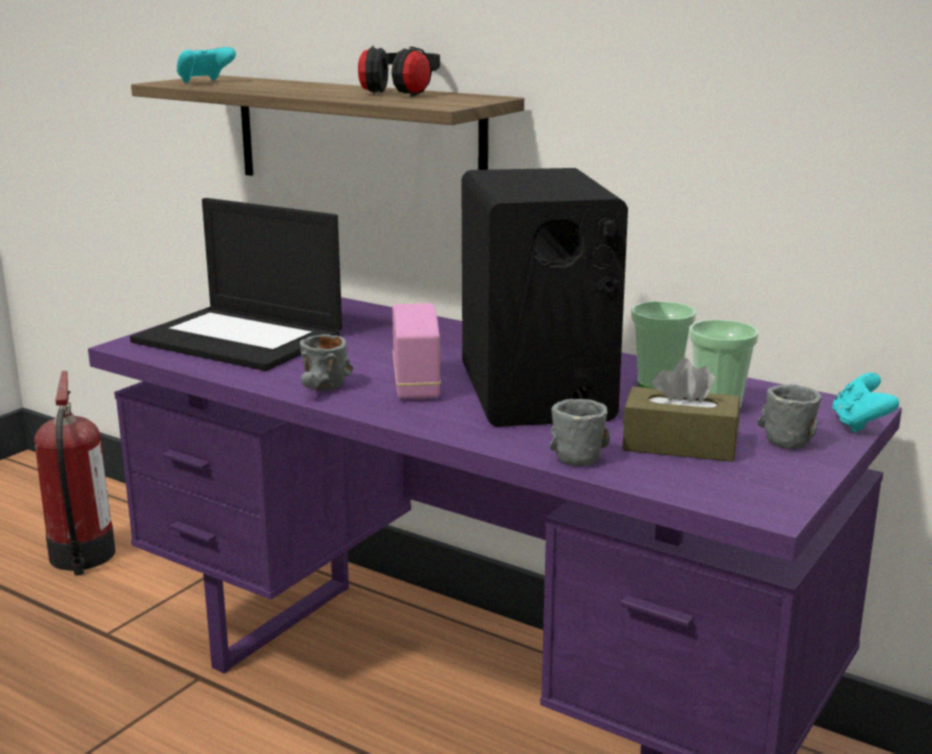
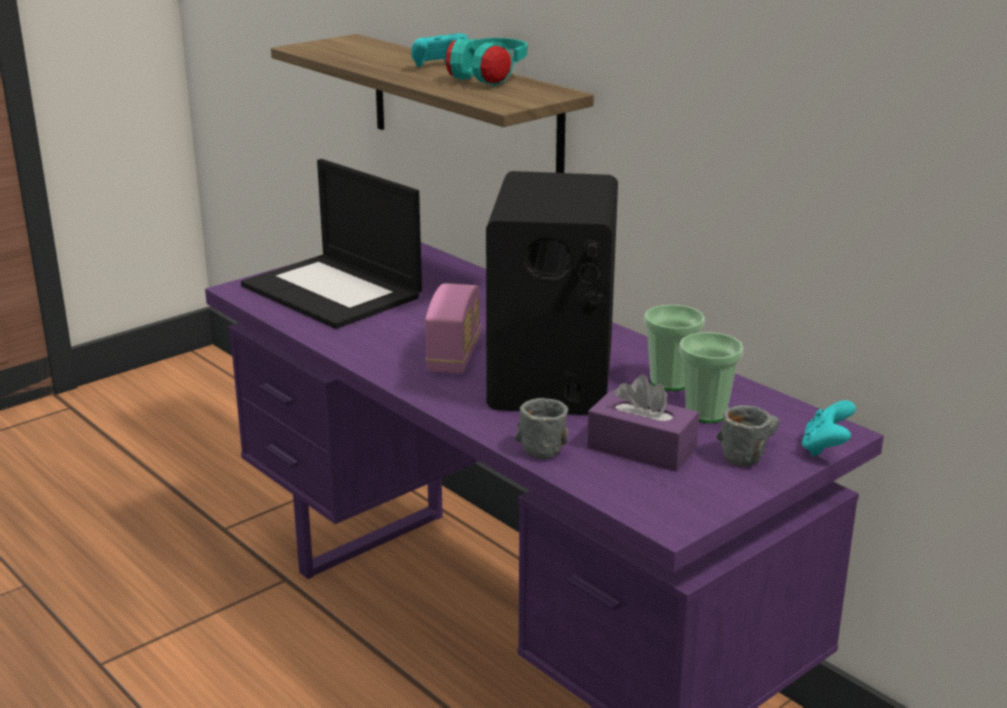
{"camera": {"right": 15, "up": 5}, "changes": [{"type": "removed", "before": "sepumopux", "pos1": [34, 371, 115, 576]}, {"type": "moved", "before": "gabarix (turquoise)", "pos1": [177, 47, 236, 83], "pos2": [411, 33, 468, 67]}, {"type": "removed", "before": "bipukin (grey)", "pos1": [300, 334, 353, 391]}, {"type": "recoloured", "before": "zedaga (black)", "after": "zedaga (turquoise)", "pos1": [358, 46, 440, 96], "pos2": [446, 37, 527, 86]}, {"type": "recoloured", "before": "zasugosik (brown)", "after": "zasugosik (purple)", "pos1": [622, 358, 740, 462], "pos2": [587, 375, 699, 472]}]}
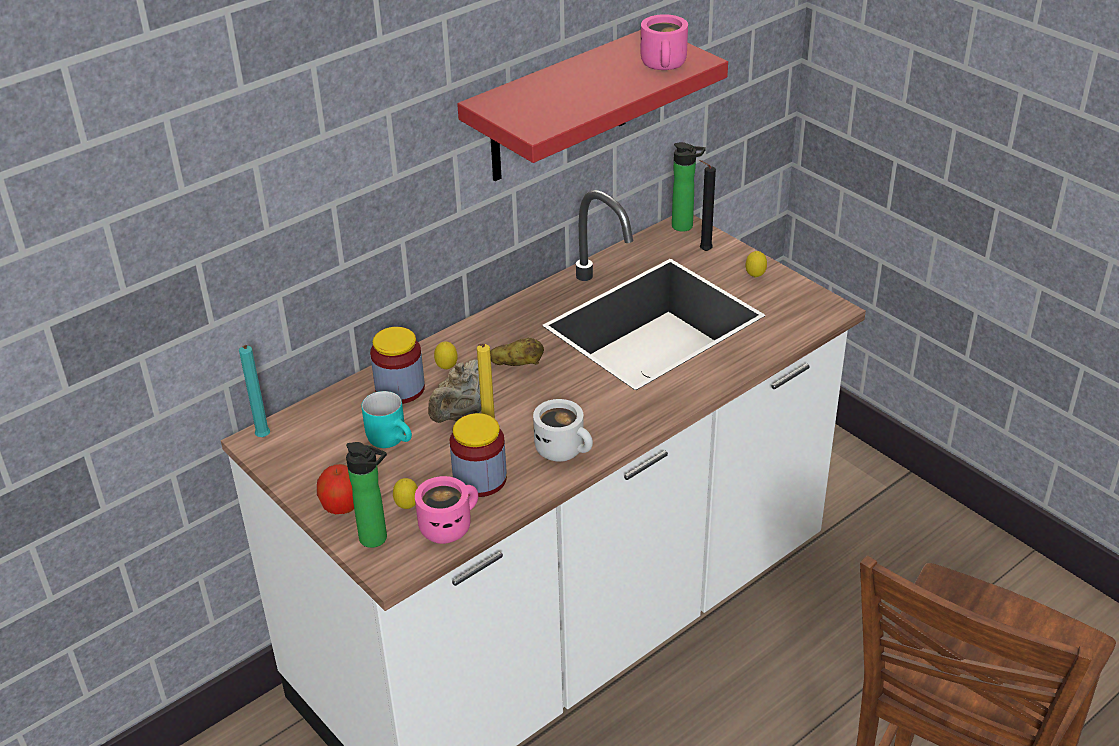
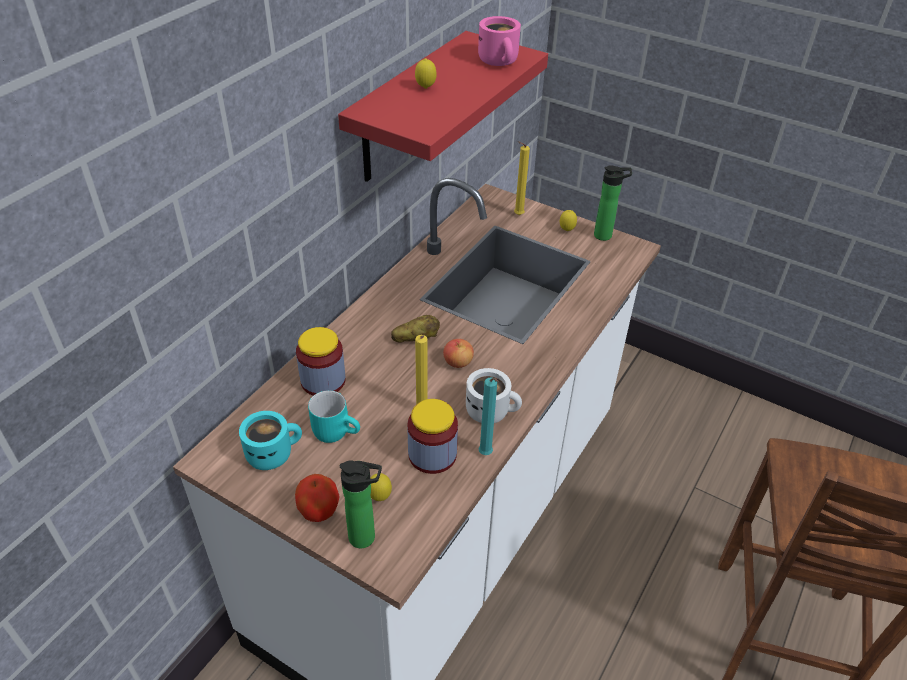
{"camera": {"right": -20, "up": 5}, "changes": [{"type": "moved", "before": "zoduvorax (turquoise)", "pos1": [239, 345, 270, 437], "pos2": [479, 377, 499, 455]}, {"type": "removed", "before": "bipukin (pink)", "pos1": [415, 476, 478, 544]}, {"type": "removed", "before": "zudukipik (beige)", "pos1": [428, 359, 481, 423]}, {"type": "moved", "before": "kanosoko", "pos1": [434, 342, 457, 369], "pos2": [415, 58, 437, 89]}, {"type": "moved", "before": "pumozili", "pos1": [672, 142, 706, 232], "pos2": [594, 165, 632, 241]}, {"type": "recoloured", "before": "zoduvorax (black)", "after": "zoduvorax (yellow)", "pos1": [699, 160, 716, 251], "pos2": [514, 141, 530, 215]}, {"type": "added", "after": "bipukin (turquoise)", "pos2": [239, 411, 302, 470]}, {"type": "added", "after": "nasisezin", "pos2": [443, 339, 474, 368]}]}
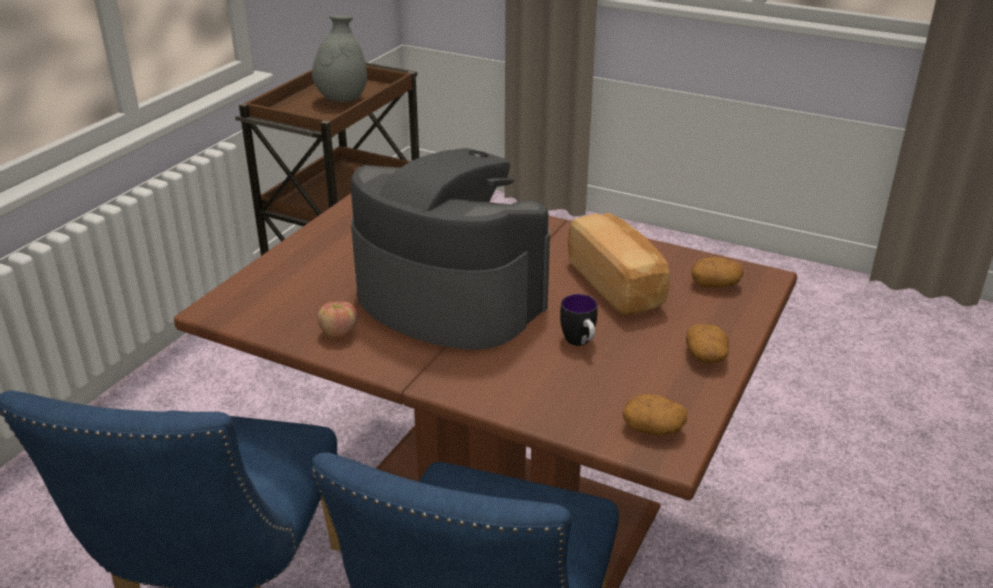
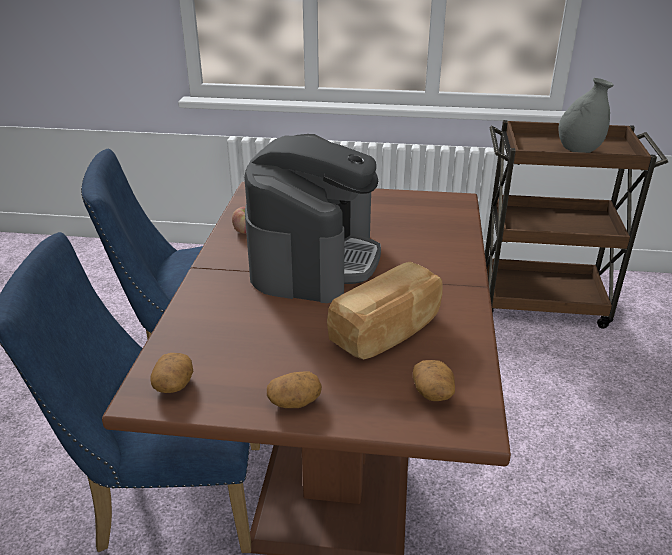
{"camera": {"right": 70, "up": 0}, "changes": [{"type": "removed", "before": "bipukin", "pos1": [560, 294, 598, 346]}]}
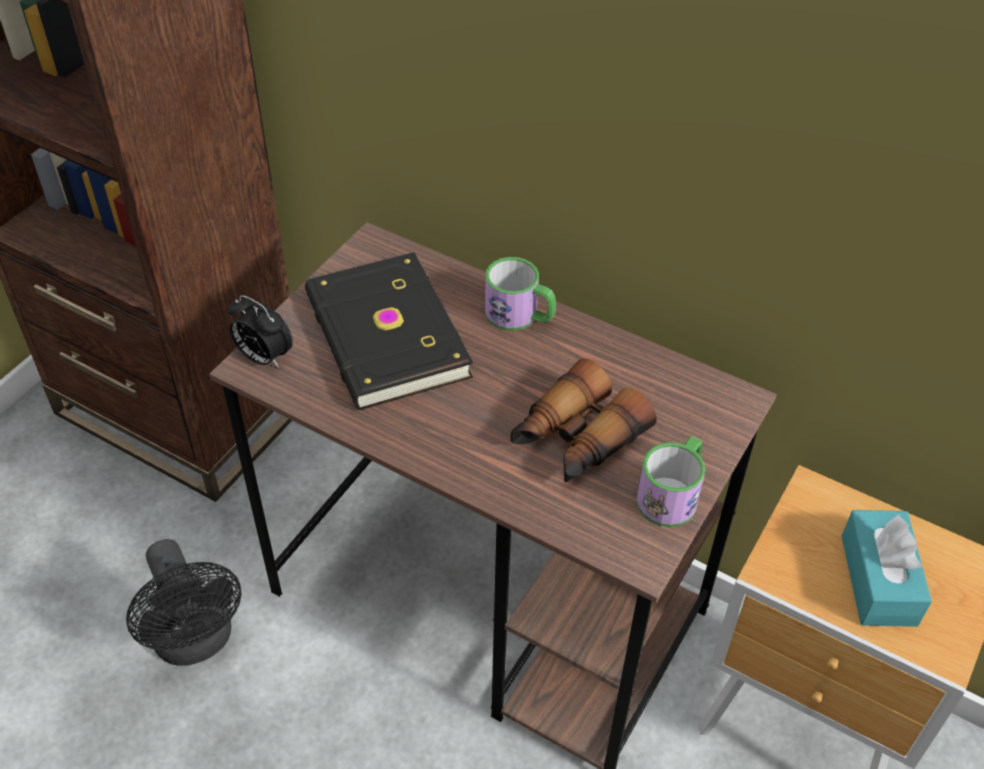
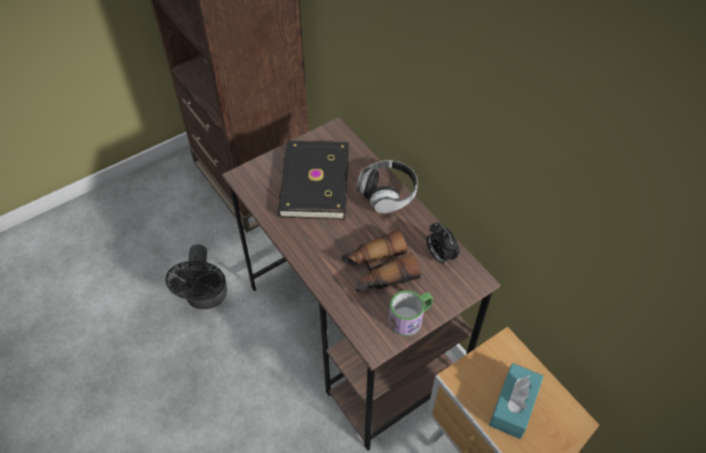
{"camera": {"right": 25, "up": 5}, "changes": [{"type": "moved", "before": "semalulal", "pos1": [228, 295, 293, 368], "pos2": [426, 223, 459, 264]}, {"type": "replaced", "before": "bipukin", "after": "zedaga", "pos1": [485, 257, 556, 331], "pos2": [356, 160, 418, 214]}]}
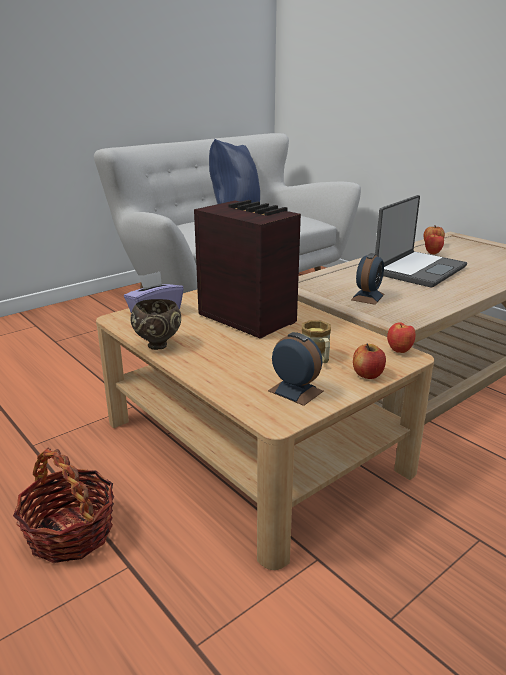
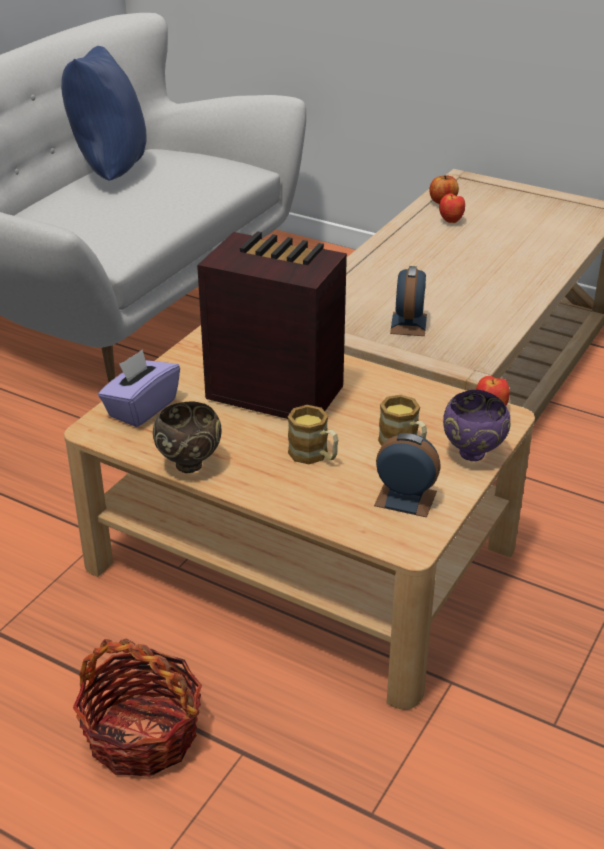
{"camera": {"right": -20, "up": 10}, "changes": [{"type": "replaced", "before": "nasisezin", "after": "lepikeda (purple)", "pos1": [353, 343, 386, 379], "pos2": [443, 390, 511, 461]}, {"type": "removed", "before": "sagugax", "pos1": [375, 195, 467, 288]}, {"type": "added", "after": "bipukin", "pos2": [288, 405, 338, 464]}]}
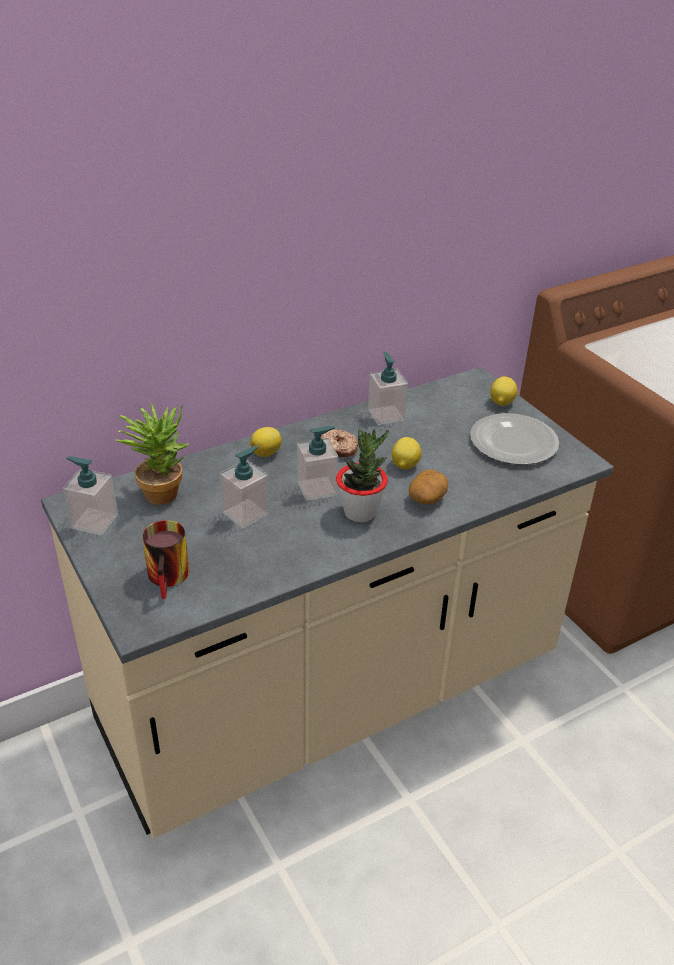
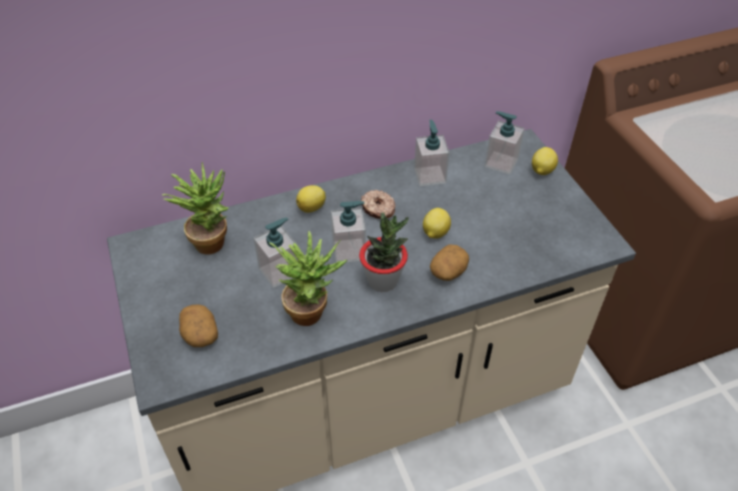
{"camera": {"right": 10, "up": 10}, "changes": [{"type": "moved", "before": "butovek", "pos1": [63, 456, 118, 535], "pos2": [485, 111, 525, 175]}, {"type": "replaced", "before": "bipukin", "after": "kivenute", "pos1": [142, 520, 189, 599], "pos2": [179, 304, 218, 347]}, {"type": "removed", "before": "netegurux", "pos1": [470, 413, 559, 465]}, {"type": "added", "after": "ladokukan", "pos2": [269, 231, 347, 326]}]}
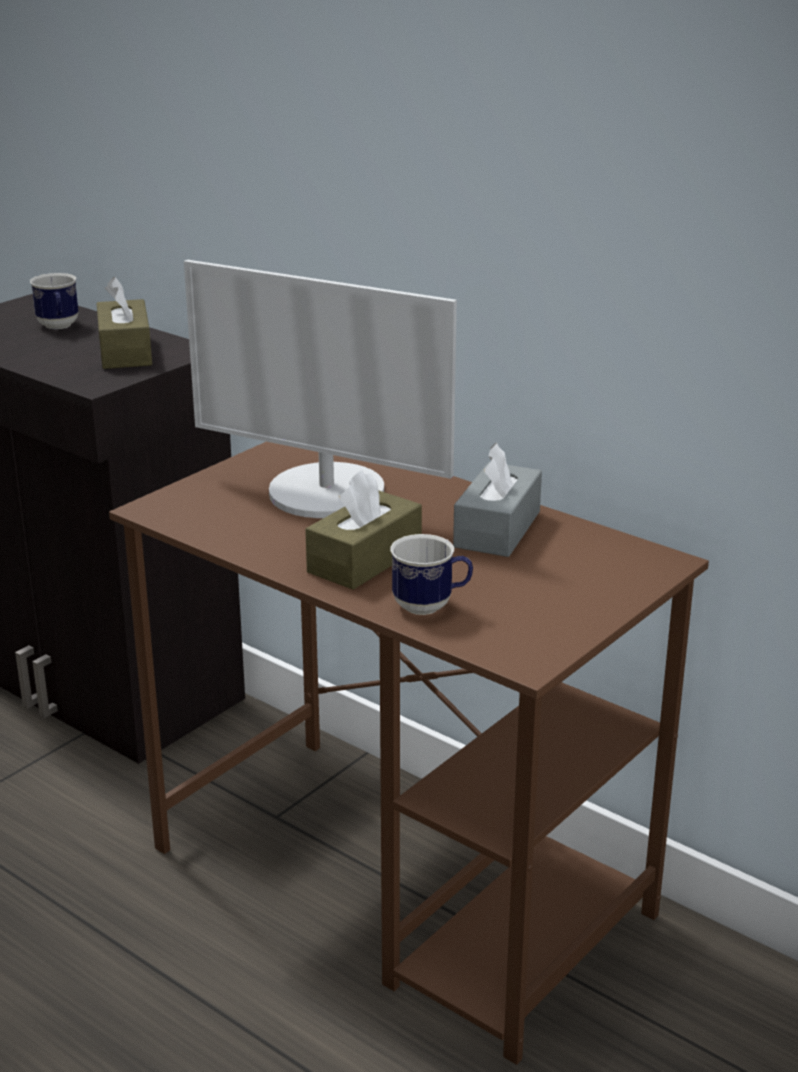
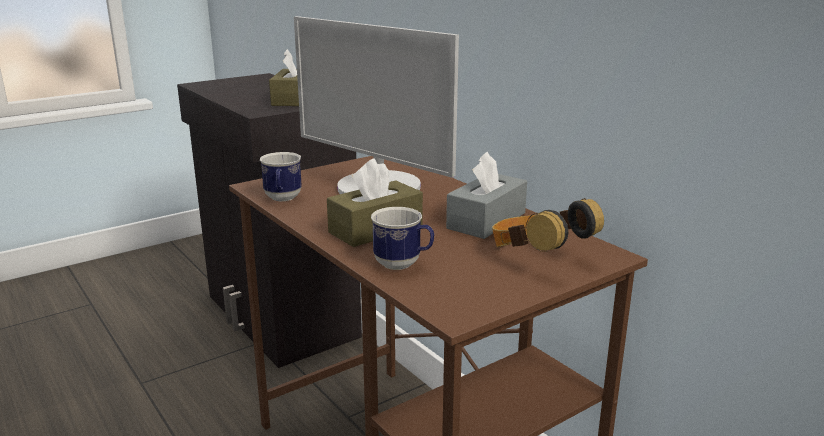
{"camera": {"right": 15, "up": -5}, "changes": [{"type": "moved", "before": "bipukin", "pos1": [30, 273, 78, 329], "pos2": [260, 152, 302, 201]}, {"type": "added", "after": "zedaga", "pos2": [492, 198, 604, 252]}]}
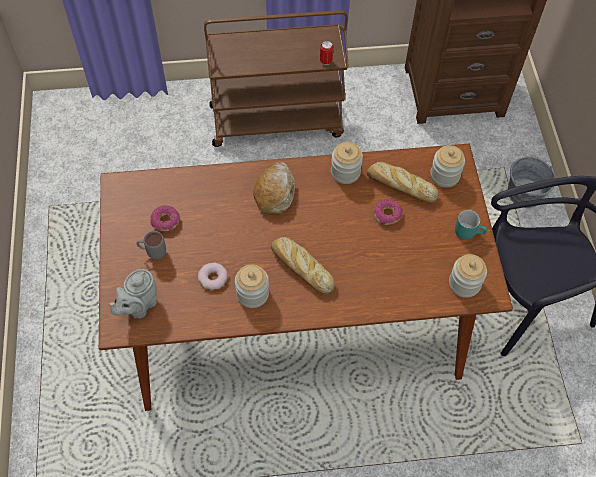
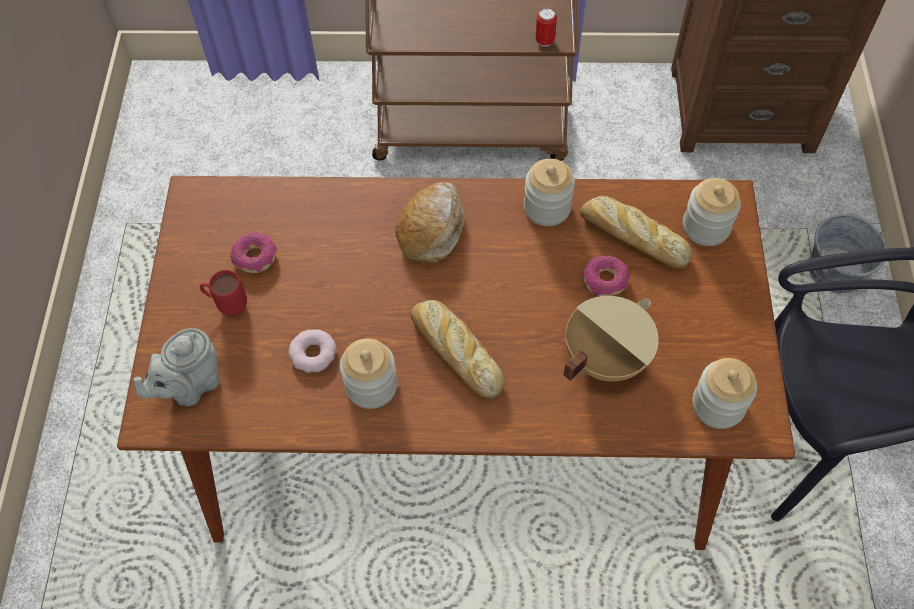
{"camera": {"right": 10, "up": 0}, "changes": [{"type": "recoloured", "before": "bipukin (grey)", "after": "bipukin (red)", "pos1": [137, 231, 166, 260], "pos2": [200, 270, 247, 316]}, {"type": "removed", "before": "bipukin (turquoise)", "pos1": [455, 210, 487, 240]}, {"type": "added", "after": "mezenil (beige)", "pos2": [563, 296, 659, 382]}]}
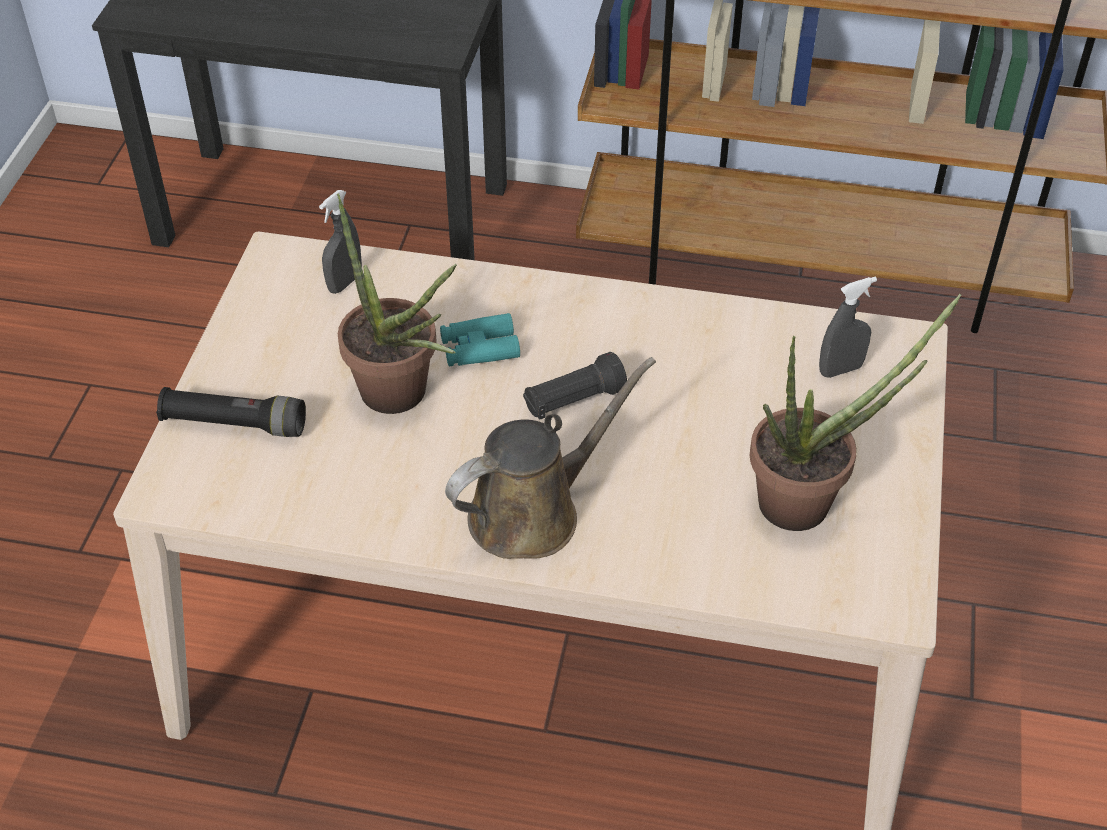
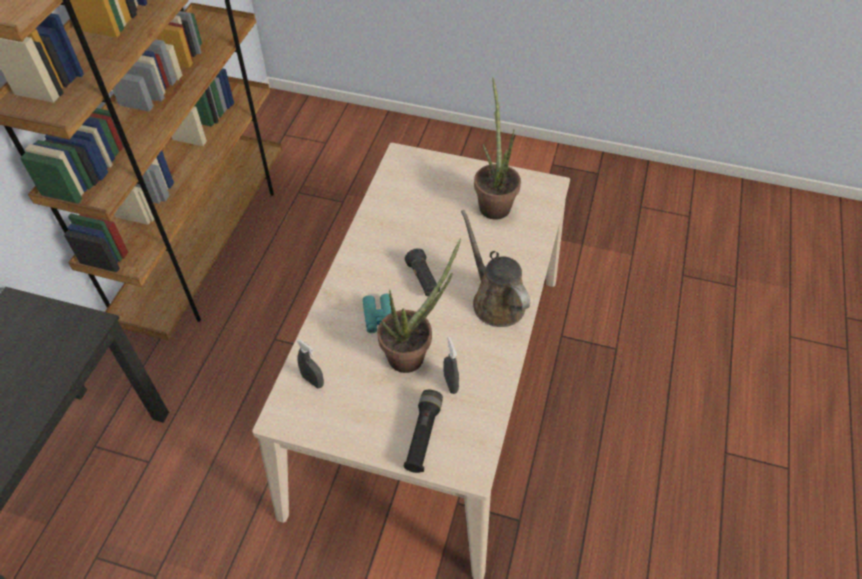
{"camera": {"right": -85, "up": 5}, "changes": [{"type": "moved", "before": "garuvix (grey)", "pos1": [819, 277, 877, 378], "pos2": [443, 337, 459, 394]}]}
